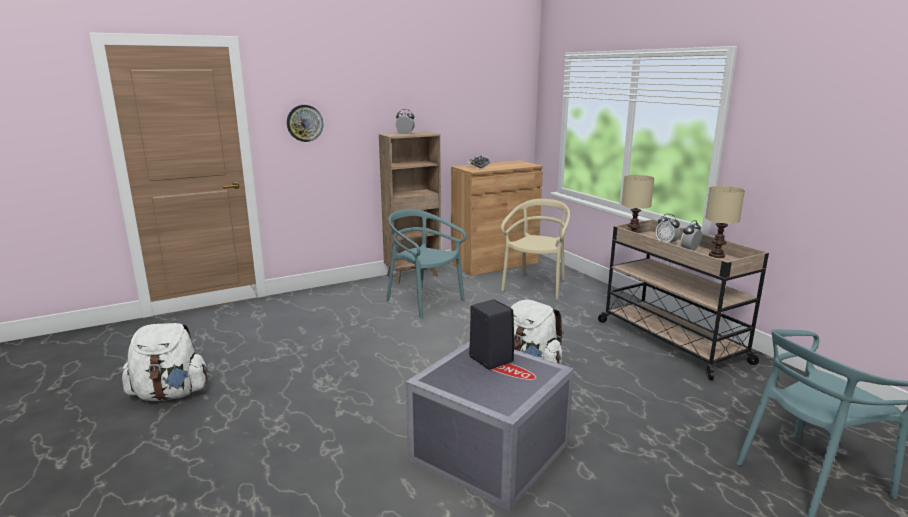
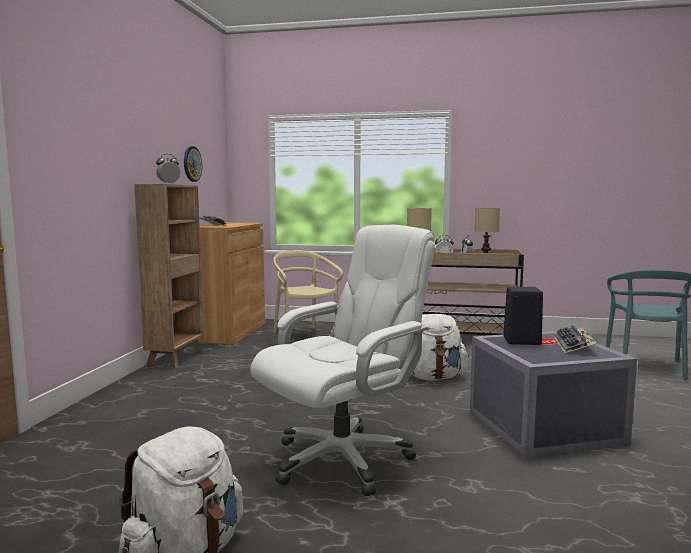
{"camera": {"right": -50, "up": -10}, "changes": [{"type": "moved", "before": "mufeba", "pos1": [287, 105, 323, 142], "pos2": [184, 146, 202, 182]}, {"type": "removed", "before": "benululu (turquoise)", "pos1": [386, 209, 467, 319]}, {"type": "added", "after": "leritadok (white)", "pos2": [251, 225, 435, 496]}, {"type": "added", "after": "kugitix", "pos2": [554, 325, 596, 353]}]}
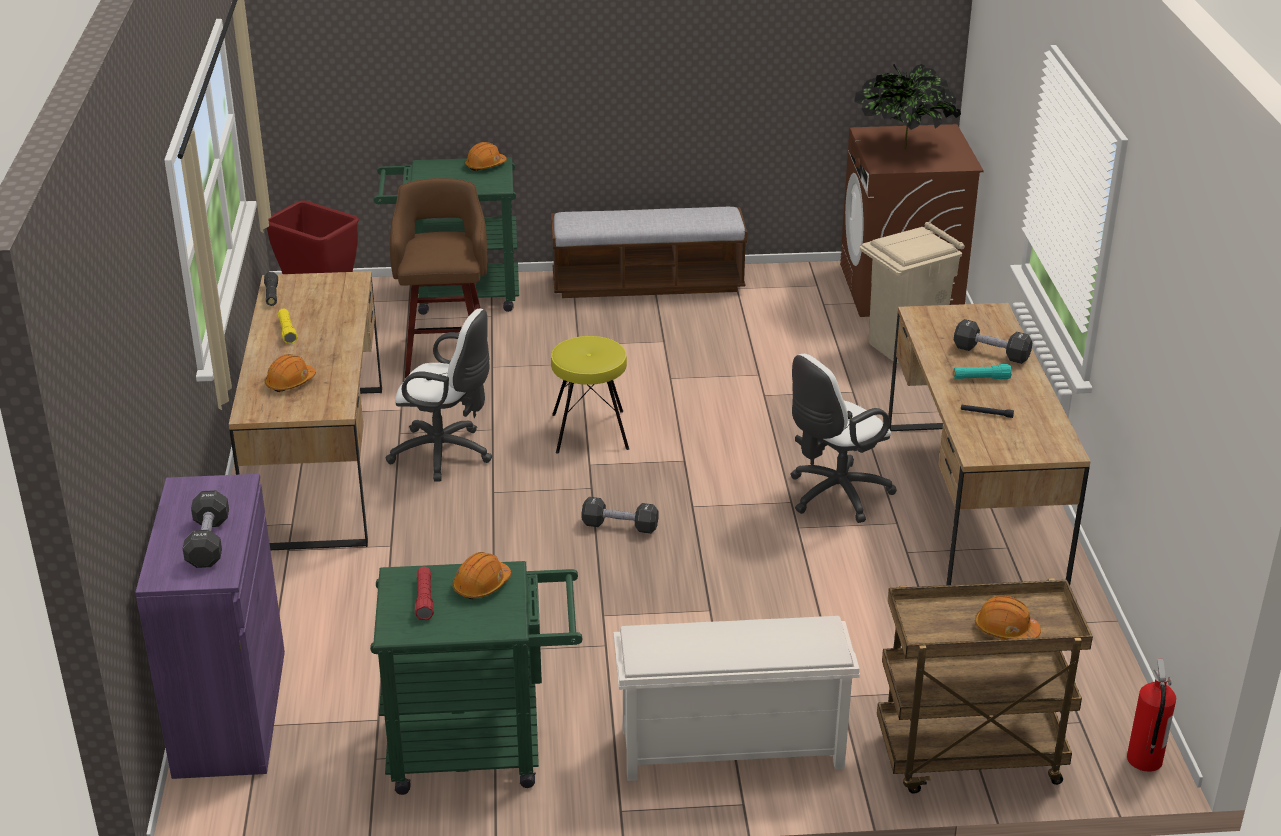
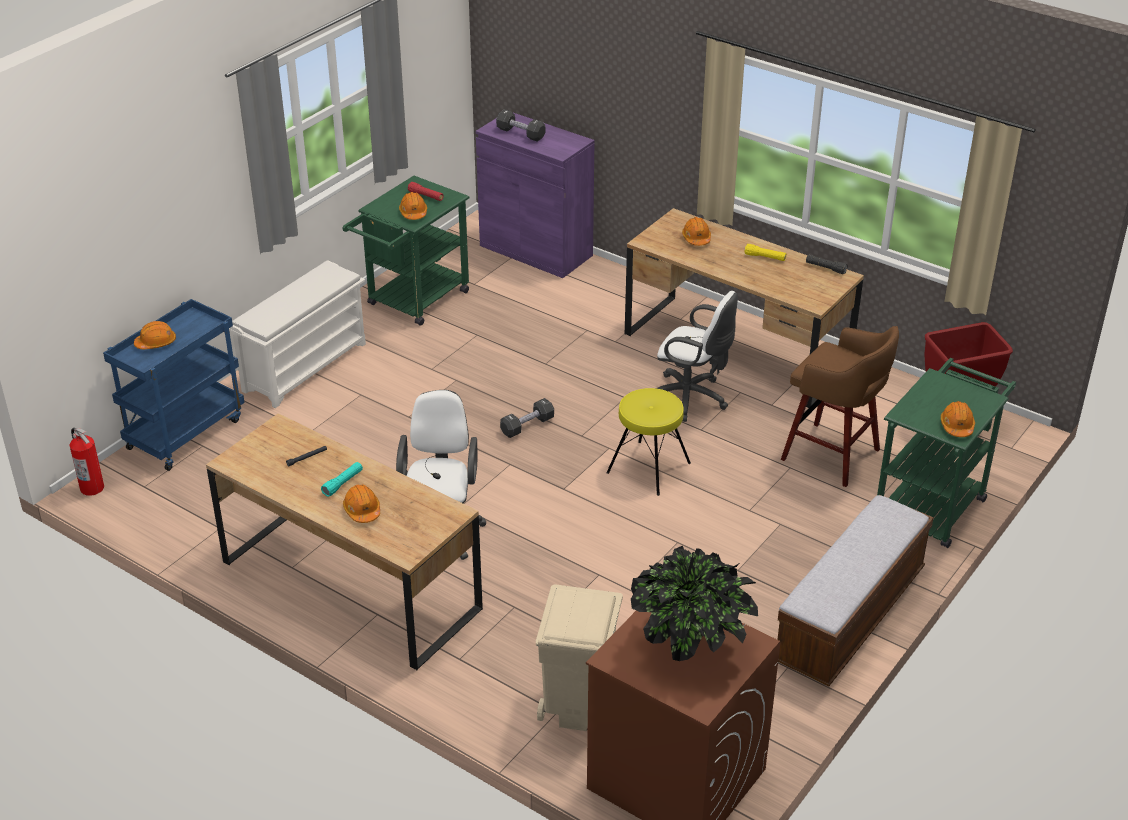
{"camera": {"right": 130, "up": 5}, "changes": [{"type": "turned", "before": "leritadok (white)", "pos1": [386, 308, 492, 482], "pos2": [656, 291, 738, 422], "turn": -120}, {"type": "recoloured", "before": "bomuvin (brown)", "after": "bomuvin (blue)", "pos1": [877, 578, 1093, 794], "pos2": [103, 299, 245, 471]}, {"type": "replaced", "before": "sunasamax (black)", "after": "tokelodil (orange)", "pos1": [954, 319, 1032, 364], "pos2": [343, 485, 380, 523]}]}
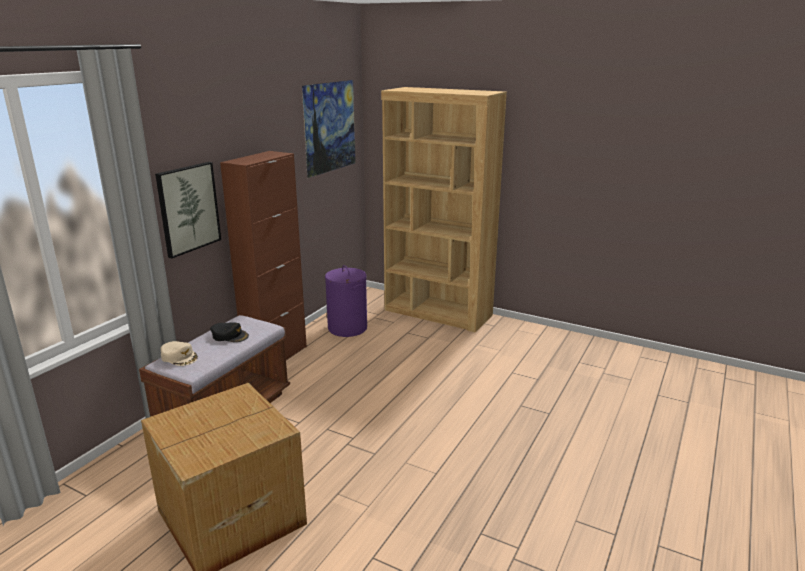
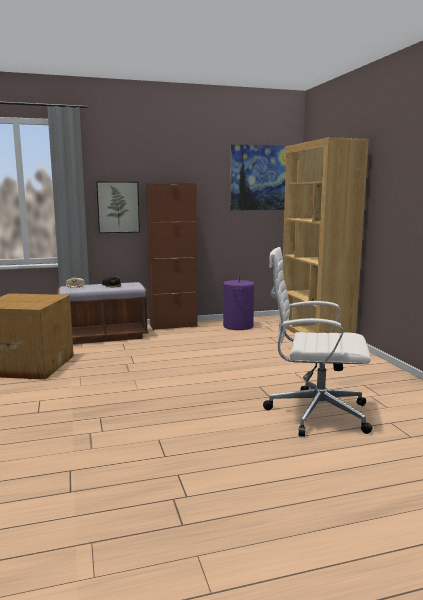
{"camera": {"right": 45, "up": -10}, "changes": [{"type": "added", "after": "leritadok (white)", "pos2": [263, 247, 373, 437]}]}
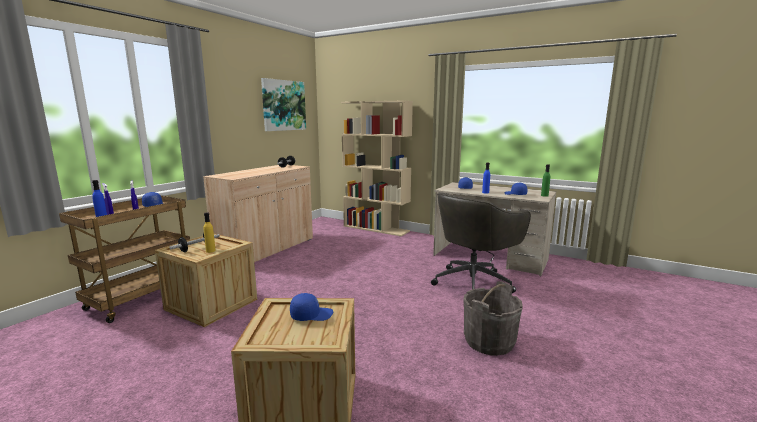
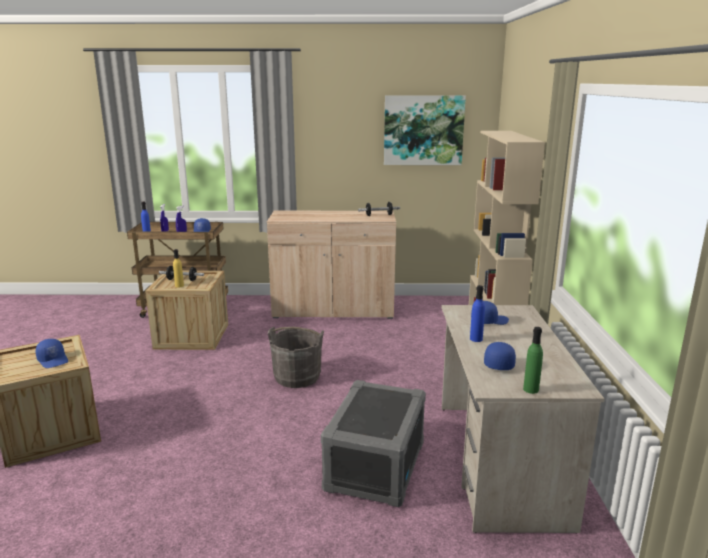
{"camera": {"right": 60, "up": 5}, "changes": [{"type": "replaced", "before": "leritadok (grey)", "after": "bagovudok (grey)", "pos1": [431, 192, 531, 293], "pos2": [321, 380, 426, 507]}, {"type": "moved", "before": "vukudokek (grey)", "pos1": [463, 281, 523, 356], "pos2": [268, 327, 324, 388]}]}
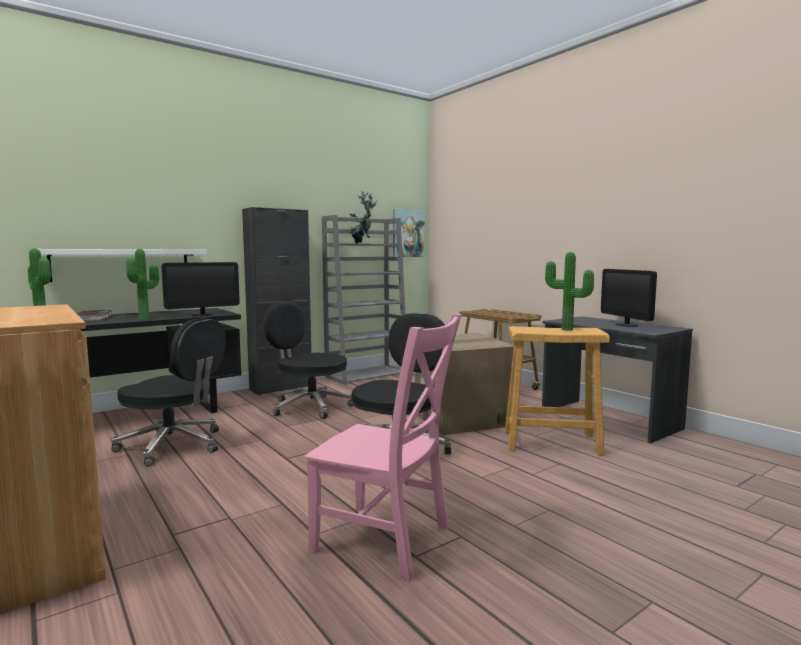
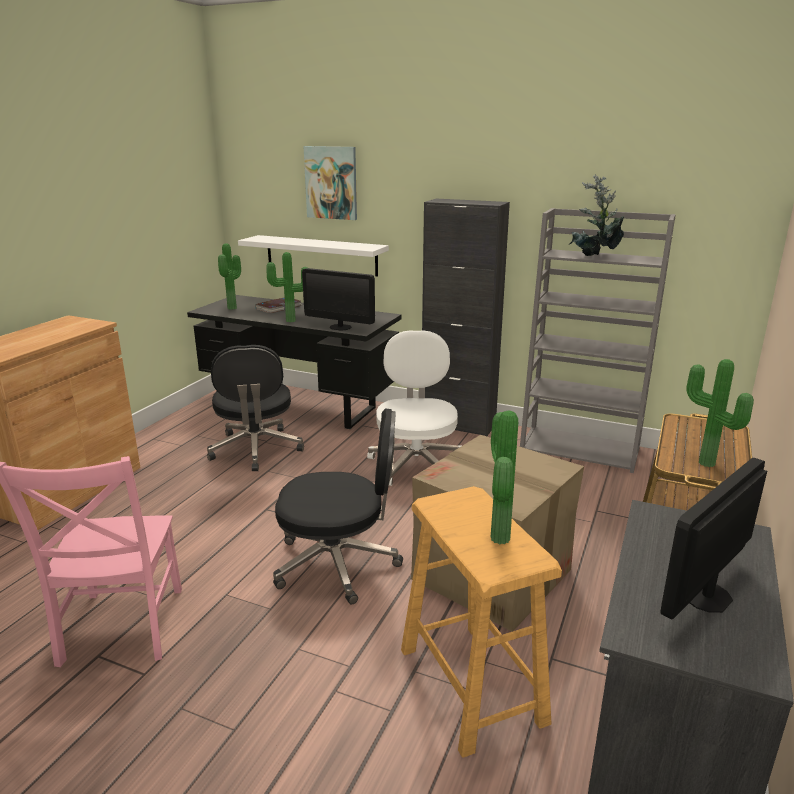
{"camera": {"right": 60, "up": 15}, "changes": [{"type": "recoloured", "before": "leritadok (black)", "after": "leritadok (white)", "pos1": [263, 301, 353, 419], "pos2": [367, 330, 461, 486]}, {"type": "moved", "before": "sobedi", "pos1": [393, 209, 425, 257], "pos2": [303, 146, 357, 220]}, {"type": "added", "after": "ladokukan", "pos2": [686, 359, 754, 467]}]}
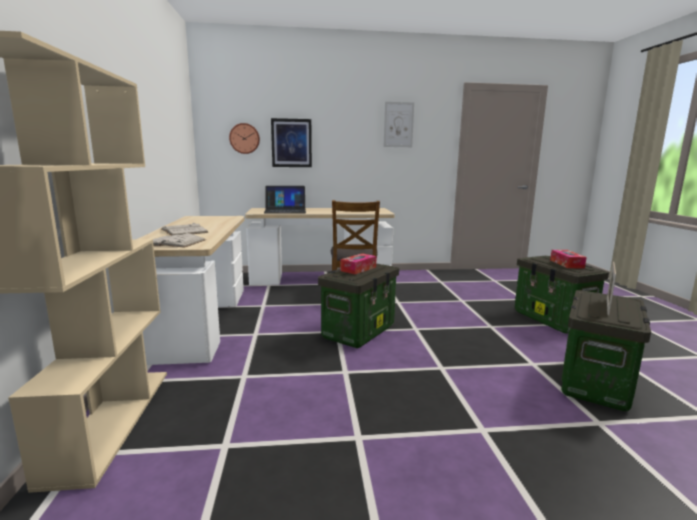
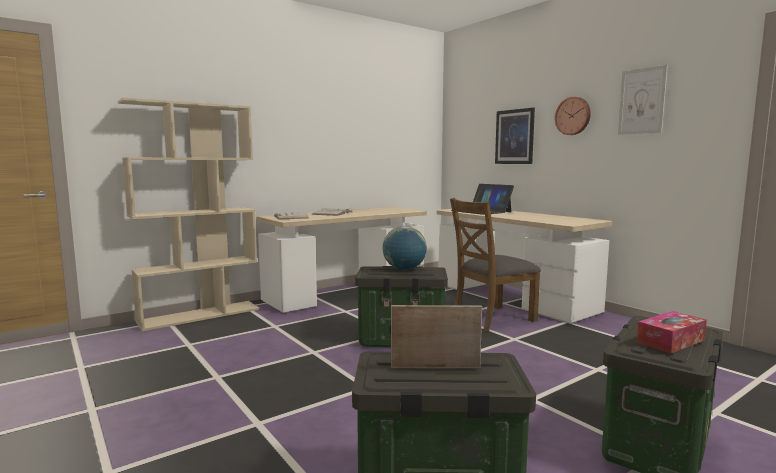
{"camera": {"right": 60, "up": -5}, "changes": [{"type": "moved", "before": "mufeba", "pos1": [229, 123, 260, 154], "pos2": [555, 97, 591, 135]}, {"type": "replaced", "before": "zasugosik", "after": "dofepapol", "pos1": [340, 253, 376, 274], "pos2": [383, 226, 427, 270]}]}
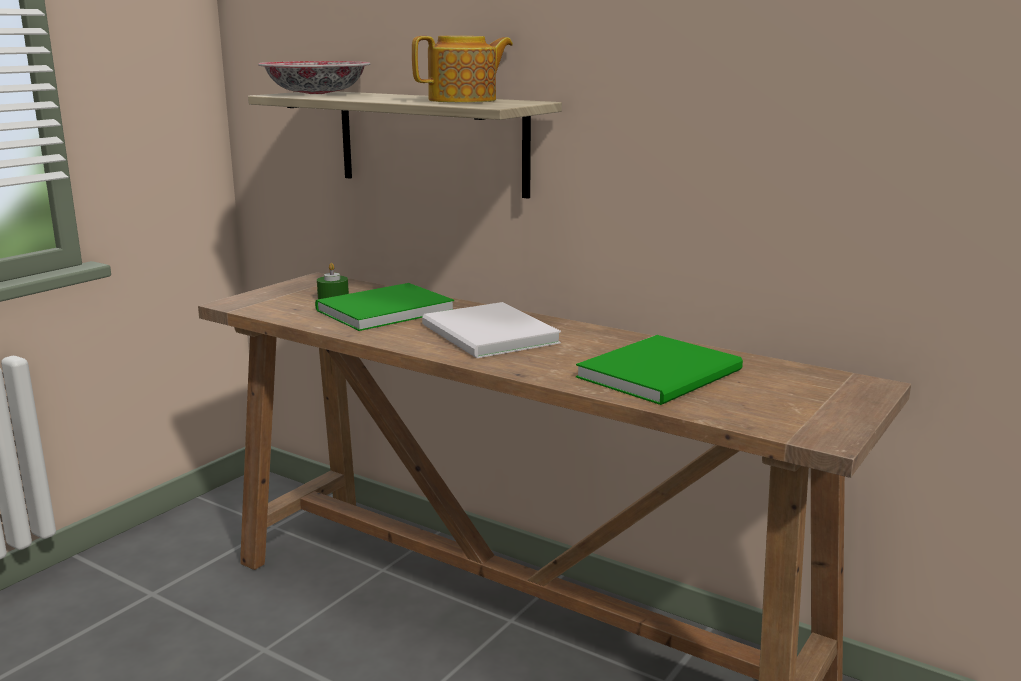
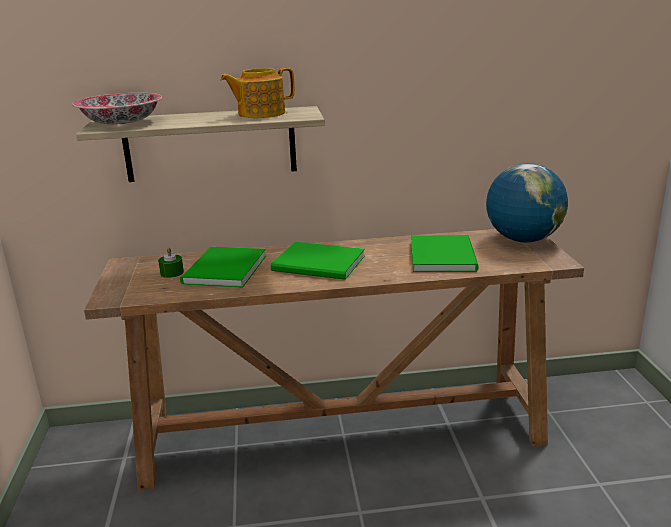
{"camera": {"right": -40, "up": 5}, "changes": [{"type": "turned", "before": "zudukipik", "pos1": [412, 36, 513, 103], "pos2": [220, 67, 295, 118], "turn": -135}, {"type": "recoloured", "before": "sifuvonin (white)", "after": "sifuvonin (green)", "pos1": [422, 302, 561, 358], "pos2": [271, 242, 365, 280]}, {"type": "added", "after": "dofepapol", "pos2": [486, 163, 568, 243]}]}
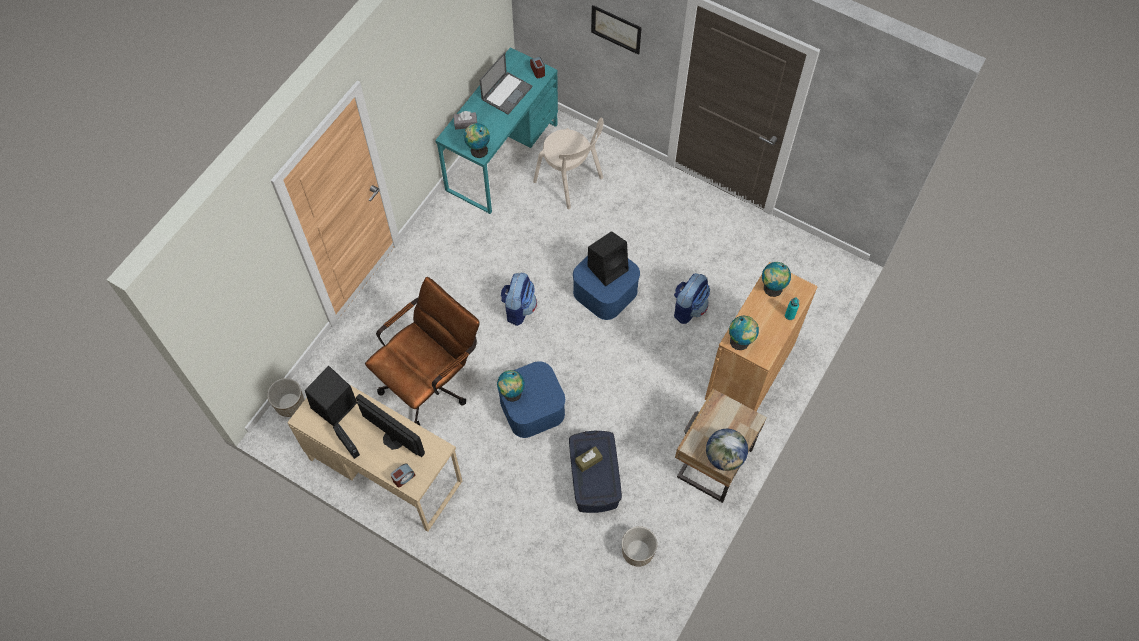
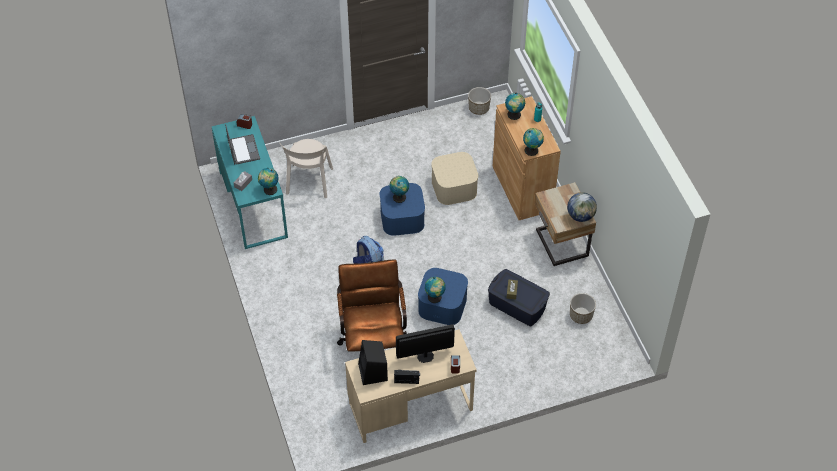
{"camera": {"right": -50, "up": -10}, "changes": [{"type": "moved", "before": "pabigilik", "pos1": [267, 378, 304, 417], "pos2": [468, 87, 491, 115]}, {"type": "turned", "before": "benululu (beige)", "pos1": [533, 117, 603, 210], "pos2": [279, 139, 333, 198], "turn": 105}, {"type": "replaced", "before": "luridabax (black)", "after": "dofepapol", "pos1": [588, 231, 629, 286], "pos2": [389, 176, 409, 203]}, {"type": "removed", "before": "sobedi", "pos1": [591, 5, 642, 55]}, {"type": "replaced", "before": "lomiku", "after": "bagovudok (beige)", "pos1": [674, 273, 710, 324], "pos2": [431, 152, 478, 205]}]}
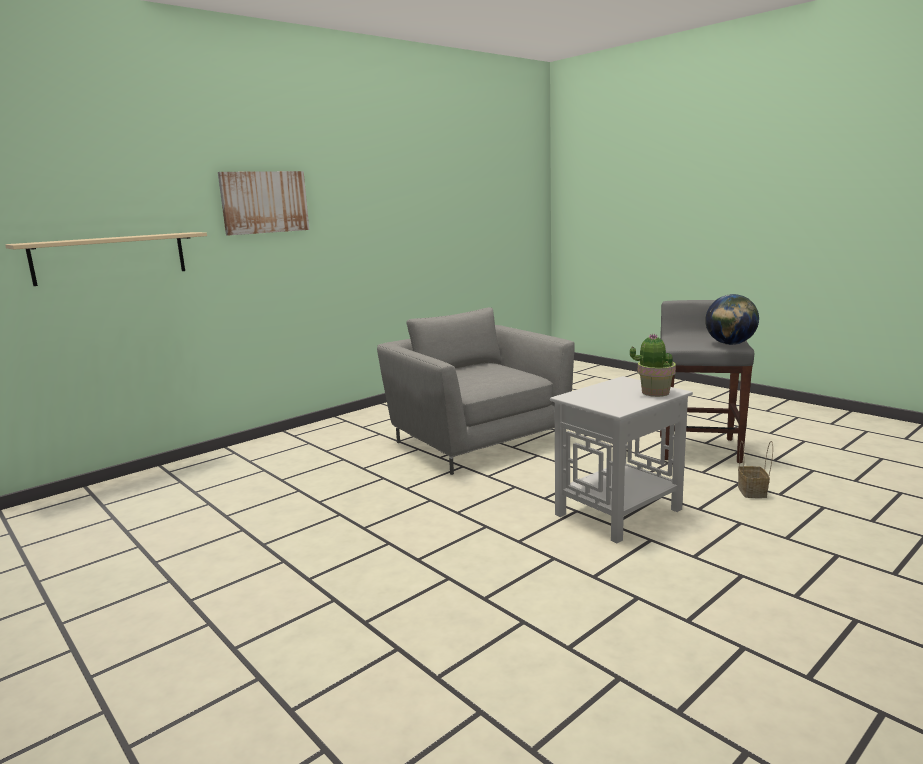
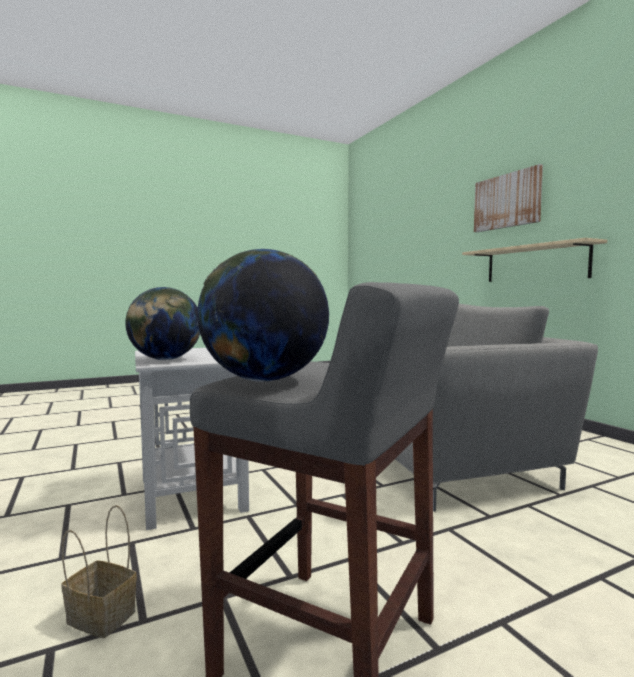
{"camera": {"right": 105, "up": -10}, "changes": [{"type": "moved", "before": "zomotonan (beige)", "pos1": [5, 232, 207, 286], "pos2": [462, 238, 607, 282]}, {"type": "replaced", "before": "ladokukan", "after": "dofepapol", "pos1": [630, 334, 676, 397], "pos2": [125, 287, 200, 360]}]}
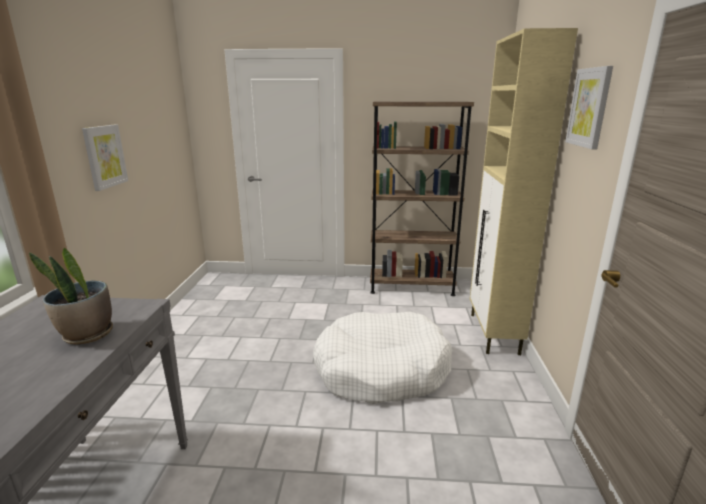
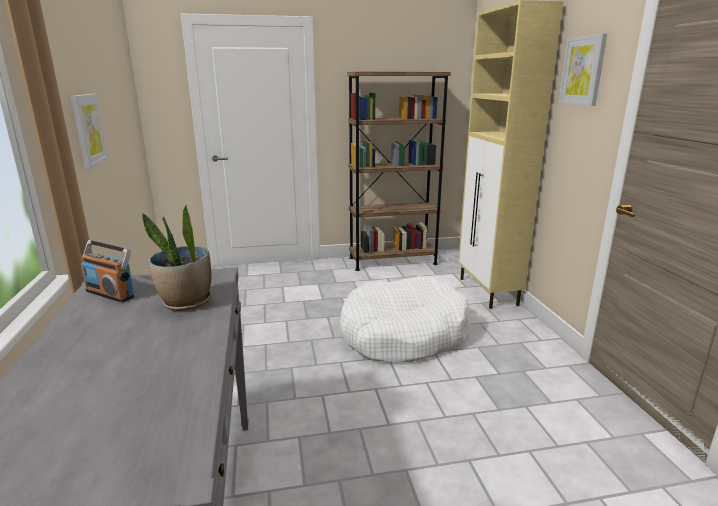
{"camera": {"right": -15, "up": 0}, "changes": [{"type": "added", "after": "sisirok", "pos2": [81, 240, 134, 302]}]}
